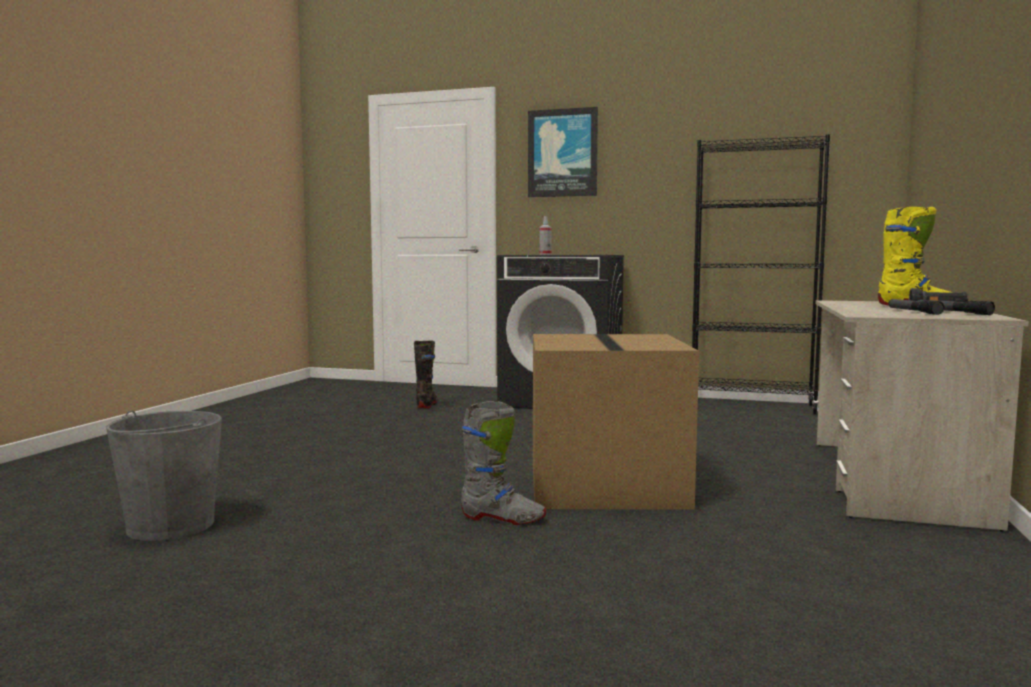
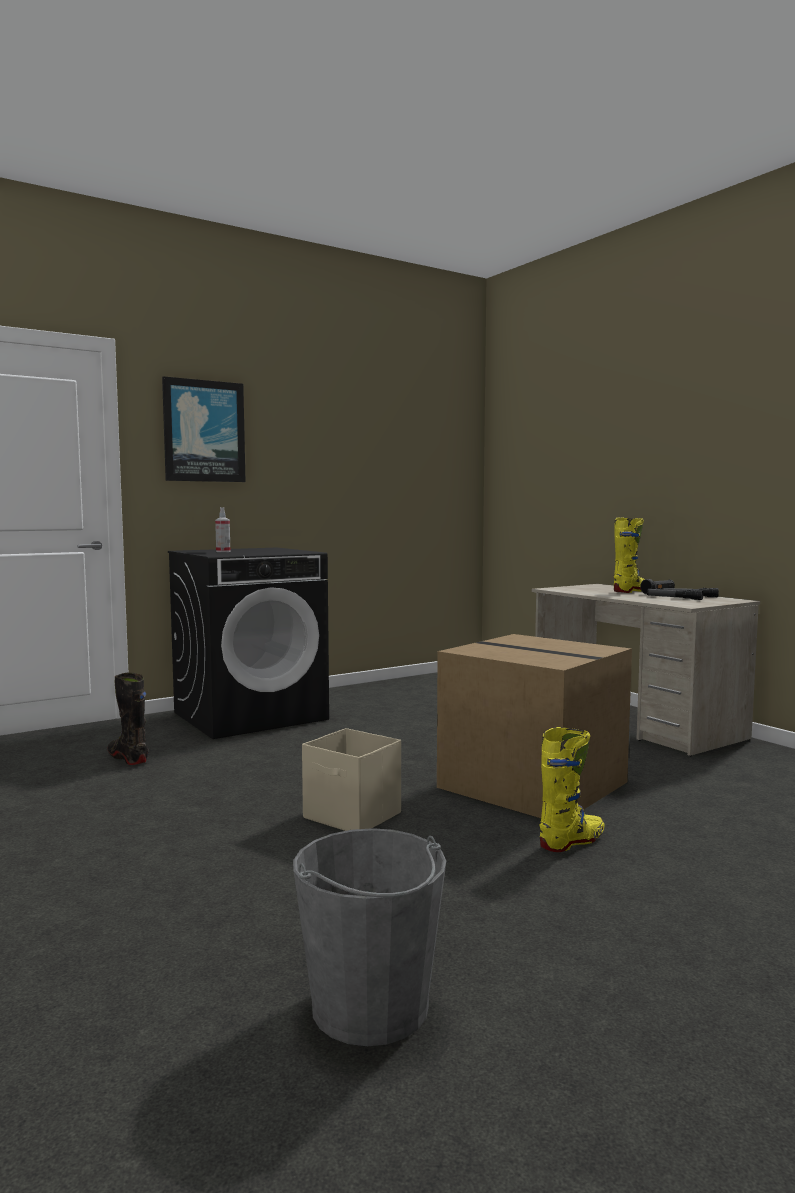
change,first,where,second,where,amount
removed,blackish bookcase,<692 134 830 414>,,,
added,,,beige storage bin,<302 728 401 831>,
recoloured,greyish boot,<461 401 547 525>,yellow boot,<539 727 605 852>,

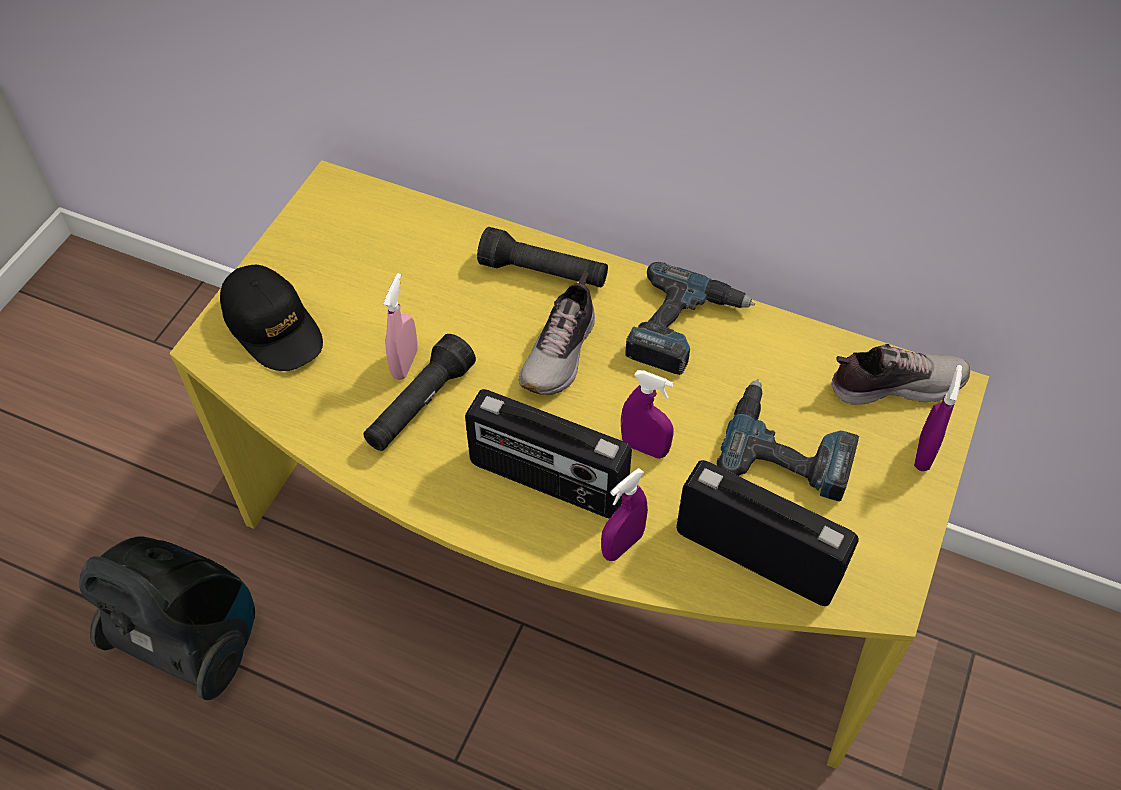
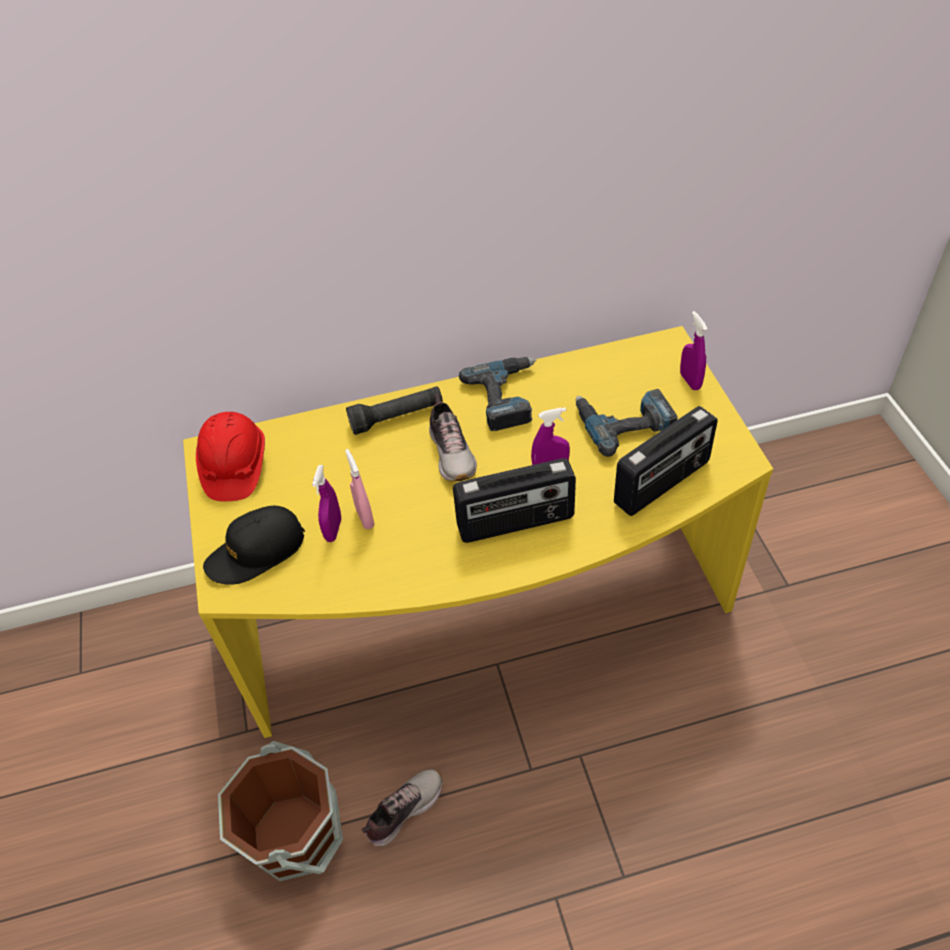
change,first,where,second,where,amount
removed,blackish flashlight,<364 334 476 451>,,,
added,,,reddish work helmet,<196 412 265 501>,
moved,purple-coloured hand sprayer,<601 468 648 561>,,<312 465 341 542>,
moved,item of footwear,<831 344 970 405>,,<362 769 443 846>,
replaced,hoover,<80 536 255 700>,brownish water bucket,<218 741 343 881>,
turned,blackish cap,<220 265 323 371>,,<203 505 305 585>,135 degrees clockwise
turned,radio,<676 460 859 606>,,<614 406 718 516>,150 degrees clockwise

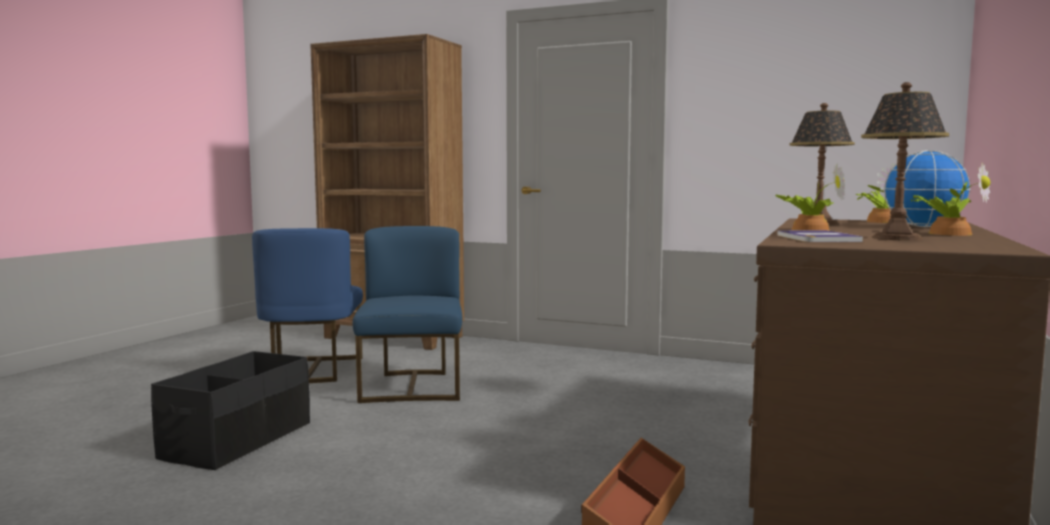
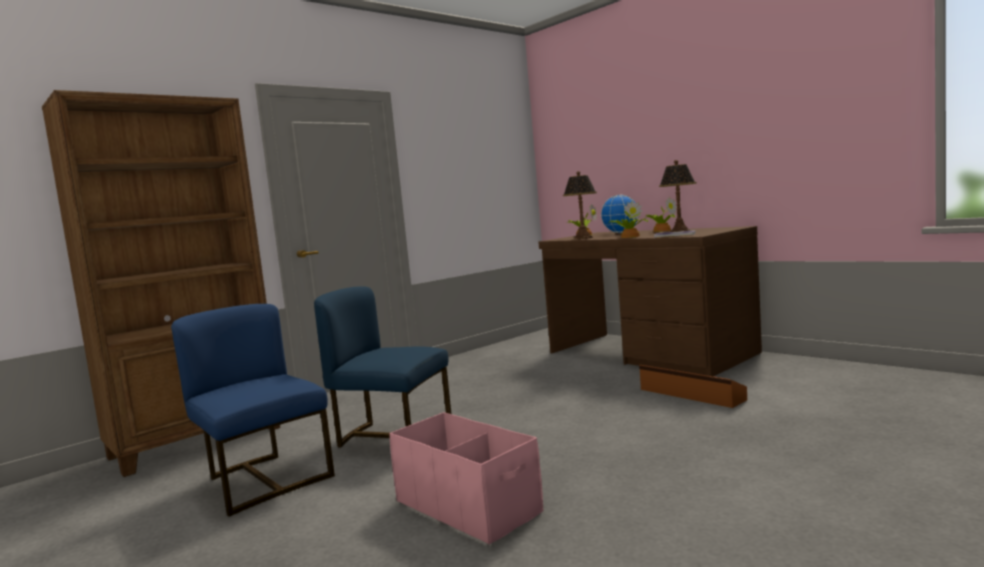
change,first,where,second,where,amount
recoloured,blackish storage bin,<151 351 310 470>,pinkish storage bin,<389 412 543 545>,
turned,bluish upright chair,<252 228 363 383>,,<171 304 335 517>,150 degrees counterclockwise

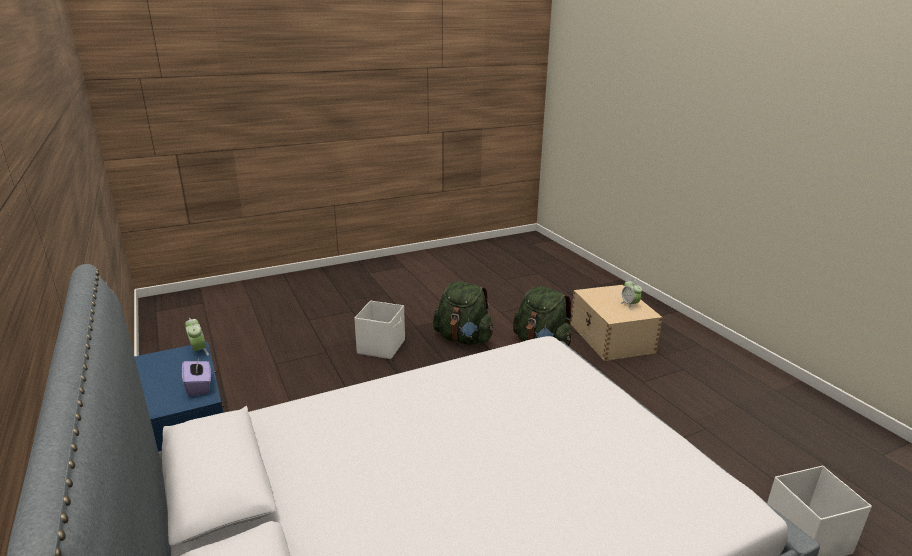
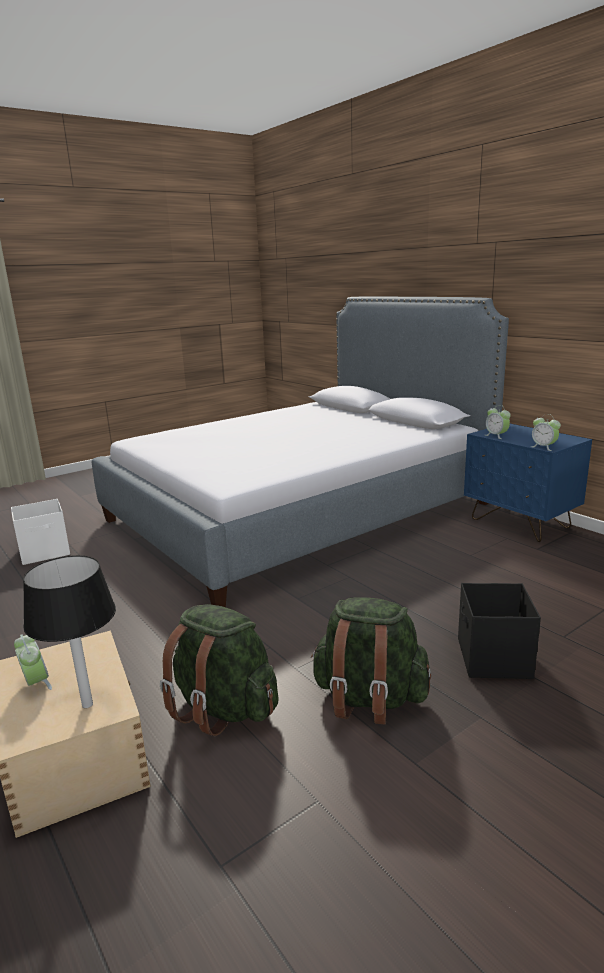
change,first,where,second,where,amount
added,,,blackish tabletop lamp,<23 555 116 708>,
replaced,purple-coloured box of tissues,<182 358 211 397>,bedside clock,<485 405 511 439>,
recoloured,whitish storage bin,<354 301 405 359>,blackish storage bin,<458 583 541 679>,

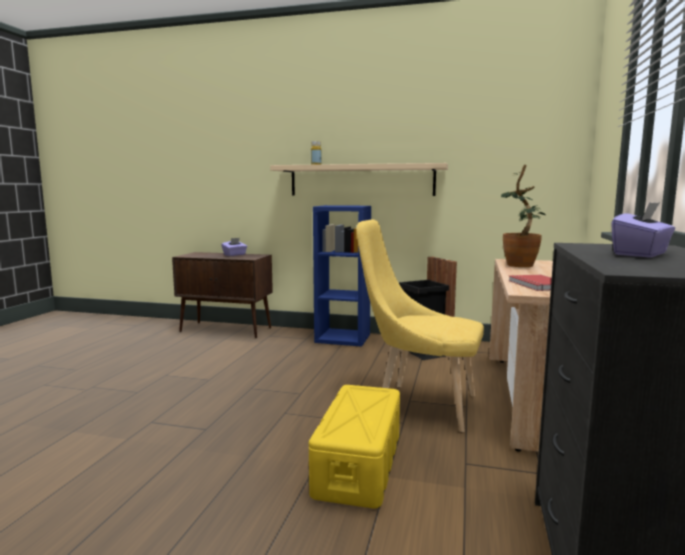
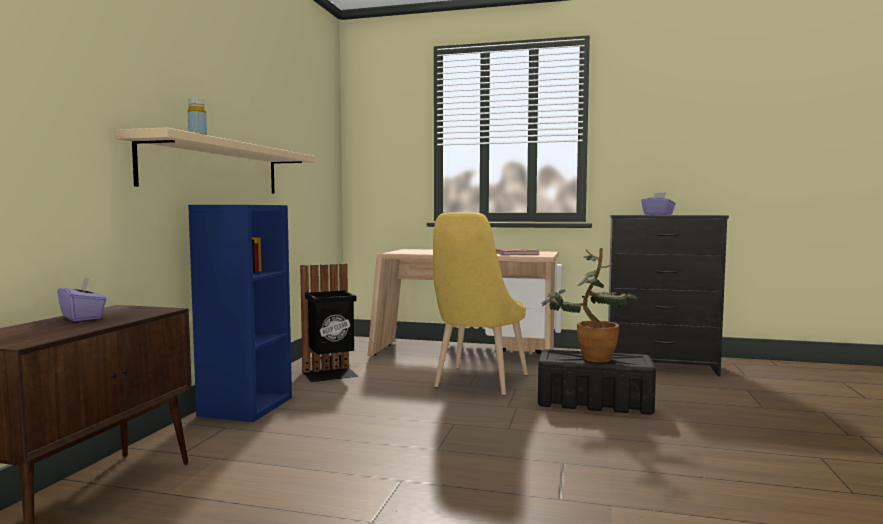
change,first,where,second,where,amount
moved,plant in a pot,<501 165 546 267>,,<541 248 637 363>,
recoloured,yellow storage bin,<309 385 400 509>,blackish storage bin,<538 349 656 415>,

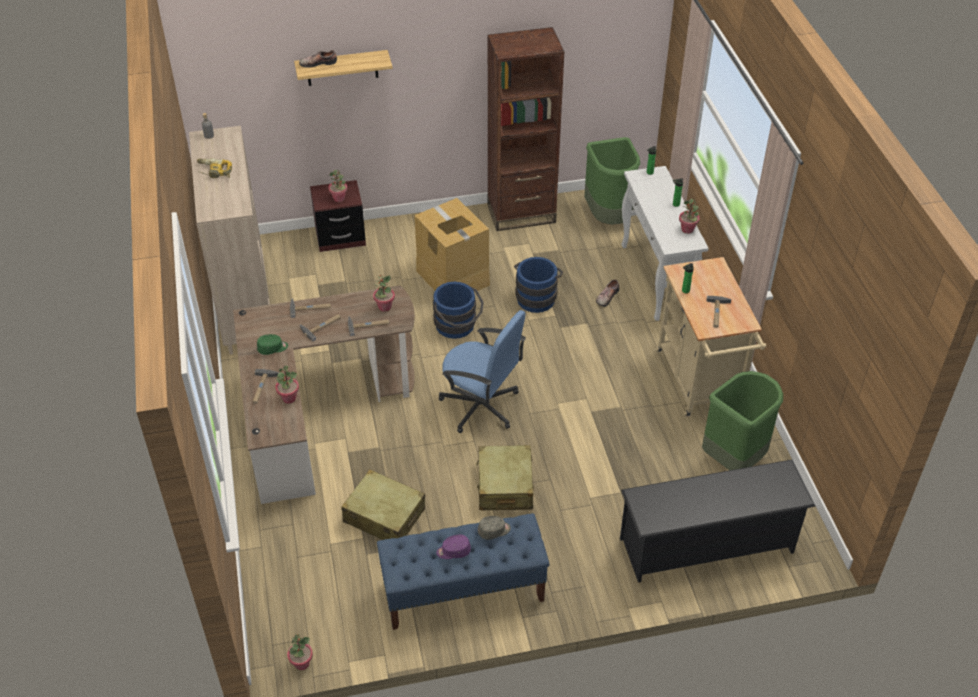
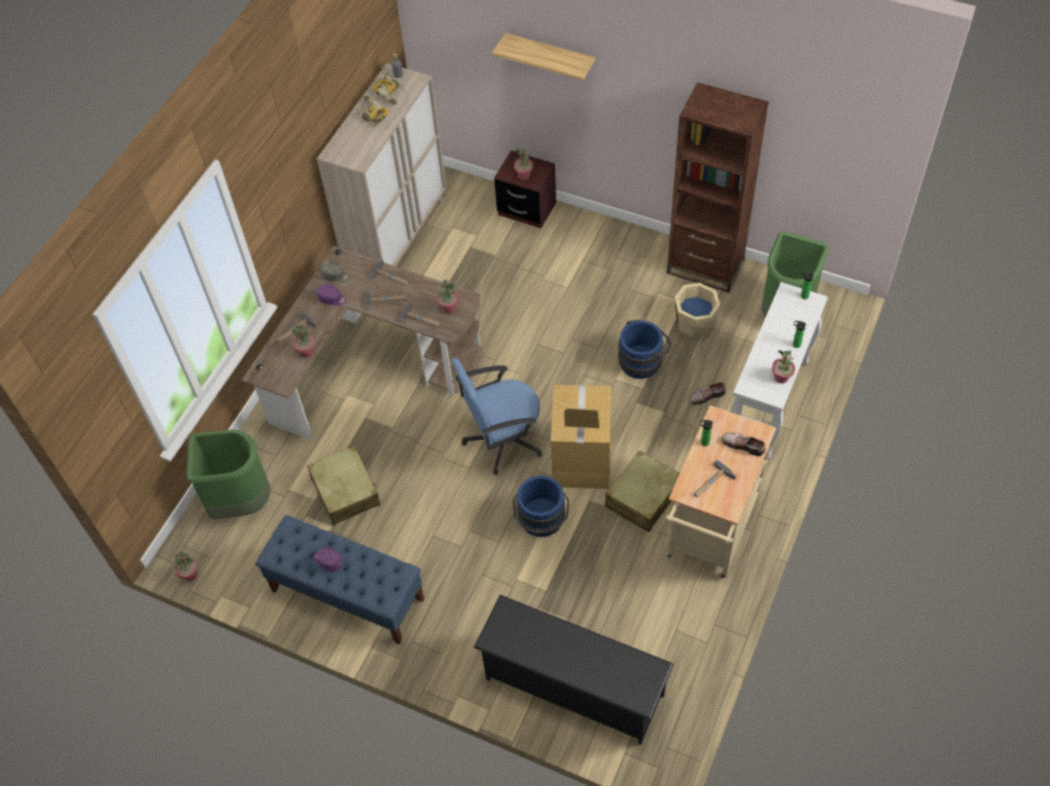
change,first,where,second,where,amount
added,,,electric drill,<372 73 405 105>,
added,,,beige water bucket,<675 282 720 337>,
moved,item of footwear,<299 50 337 68>,,<722 432 765 456>,
moved,carton,<414 198 490 292>,,<551 385 611 489>,
moved,bluish water bucket,<433 282 484 339>,,<512 475 569 537>,
moved,beige travel case,<476 445 534 510>,,<605 451 680 532>,
moved,greyish cap,<478 516 511 540>,,<321 261 350 282>,
moved,green-coloured rubbish bin,<702 371 783 470>,,<186 430 270 519>,
recoloured,green-coloured cap,<257 334 288 355>,purple-coloured cap,<317 284 347 306>,
turned,bluish office chair,<438 310 526 433>,,<451 358 542 475>,90 degrees clockwise

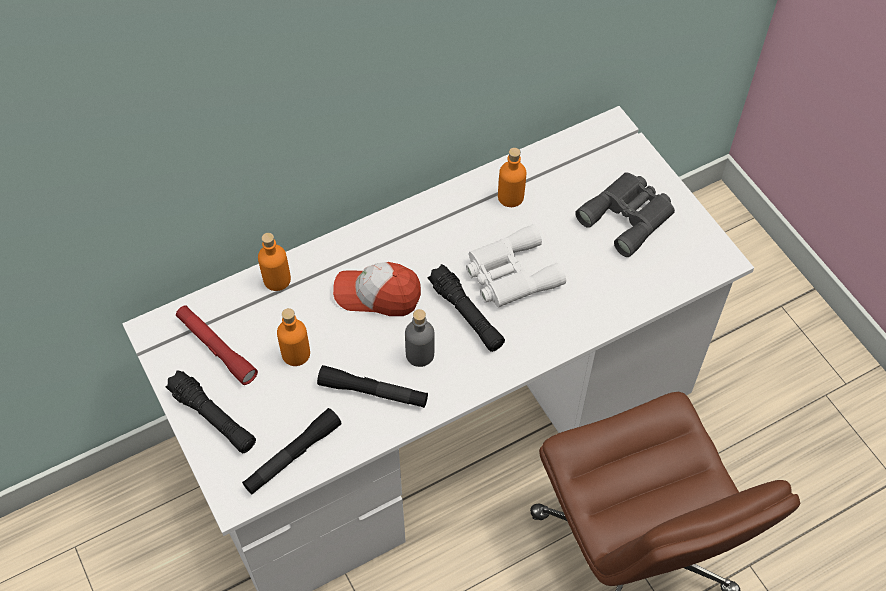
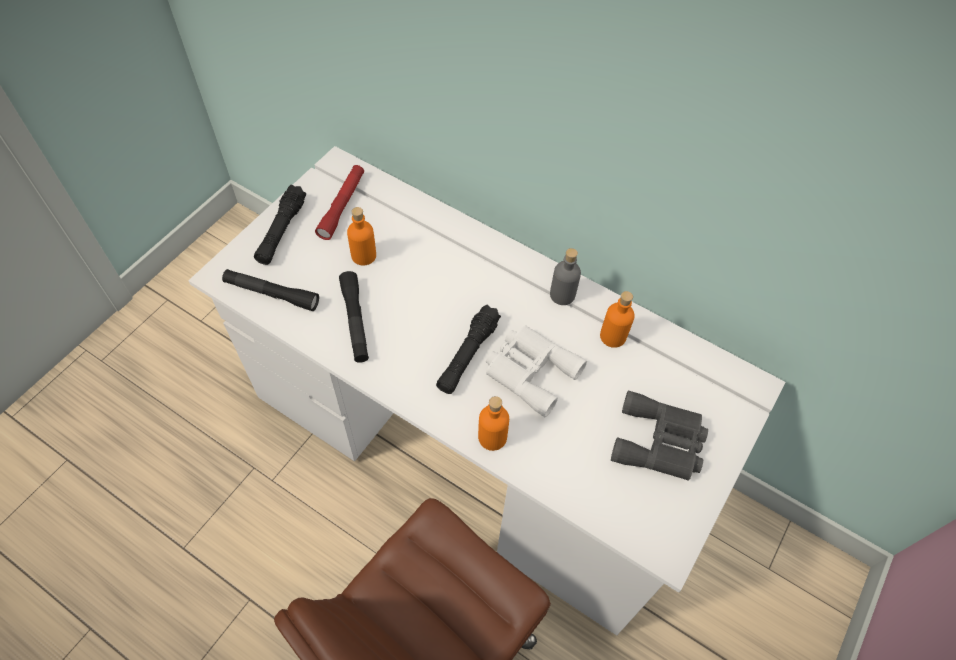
change,first,where,second,where,amount
removed,cap,<333 262 421 316>,,,
moved,orangey beverage bottle,<258 233 291 291>,,<478 396 509 451>,
moved,greyish beverage bottle,<405 309 435 367>,,<550 248 581 305>,

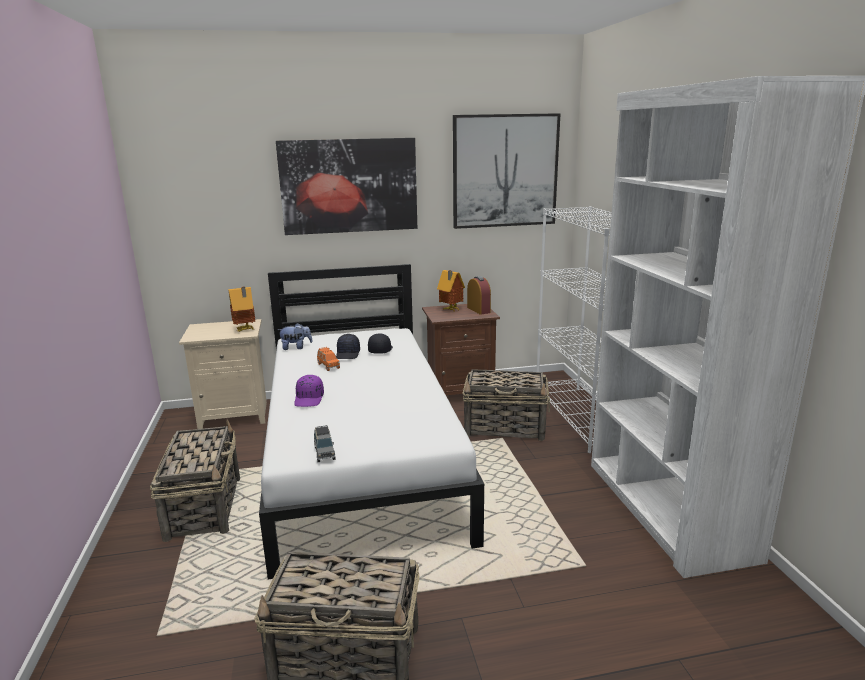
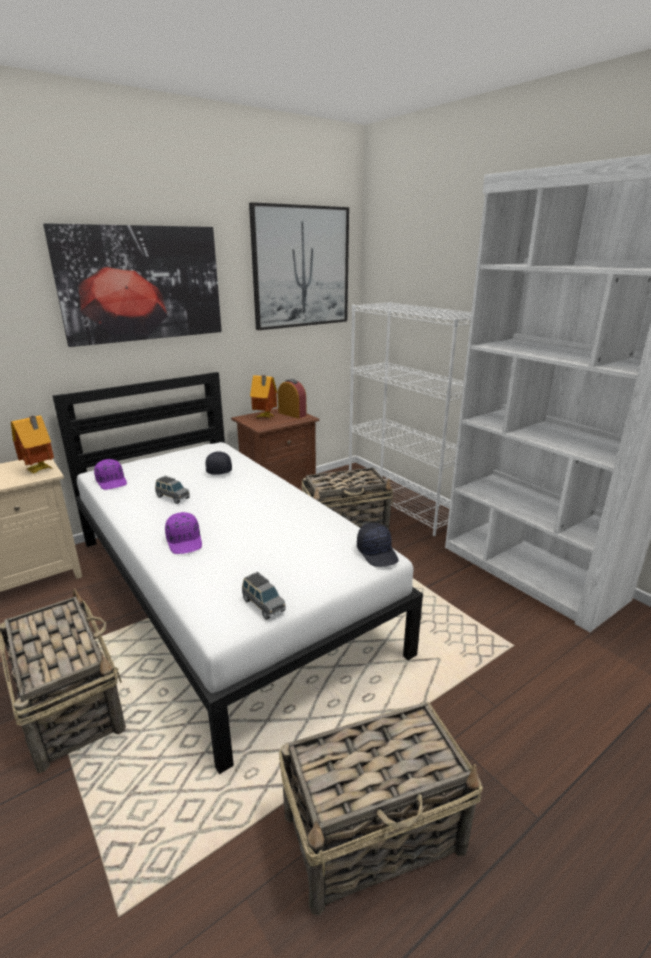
change,first,where,second,where,amount
moved,blackish cap,<336 334 360 359>,,<357 523 399 567>,
replaced,plush toy,<278 323 313 350>,purple-coloured cap,<94 459 127 490>,
recoloured,orangey model car,<317 347 340 371>,greyish model car,<155 476 190 504>,

